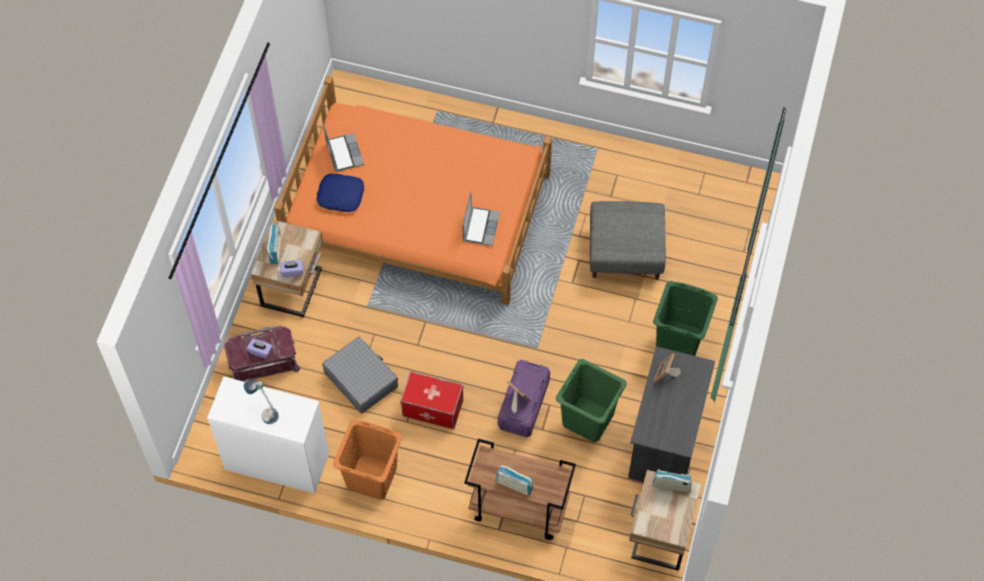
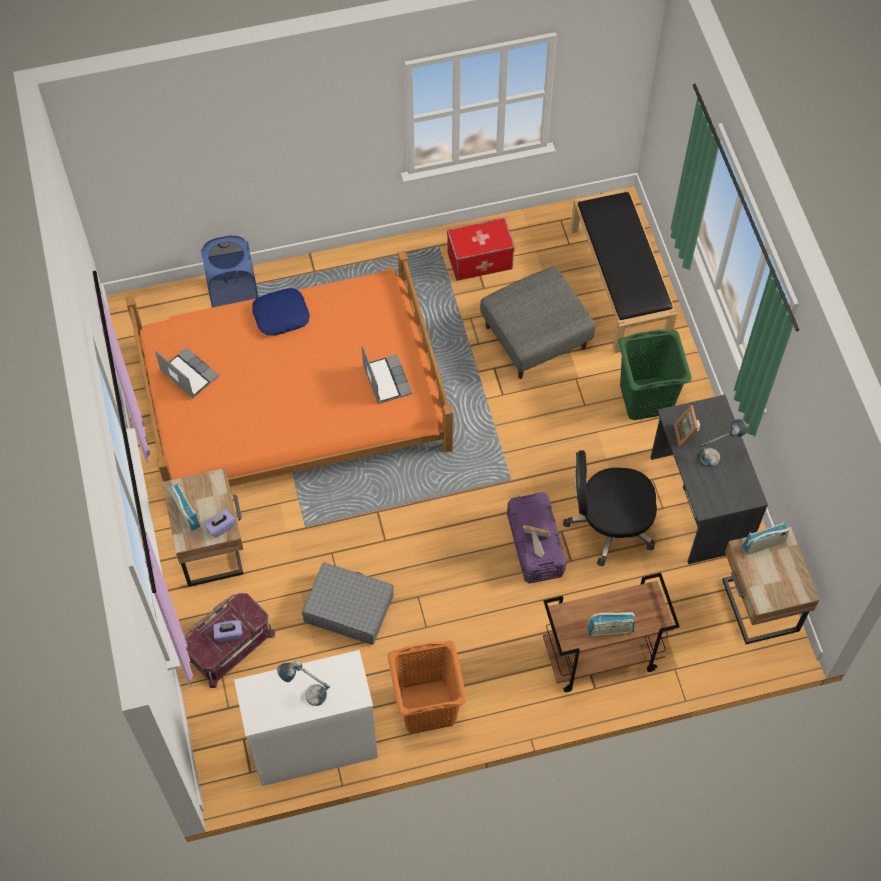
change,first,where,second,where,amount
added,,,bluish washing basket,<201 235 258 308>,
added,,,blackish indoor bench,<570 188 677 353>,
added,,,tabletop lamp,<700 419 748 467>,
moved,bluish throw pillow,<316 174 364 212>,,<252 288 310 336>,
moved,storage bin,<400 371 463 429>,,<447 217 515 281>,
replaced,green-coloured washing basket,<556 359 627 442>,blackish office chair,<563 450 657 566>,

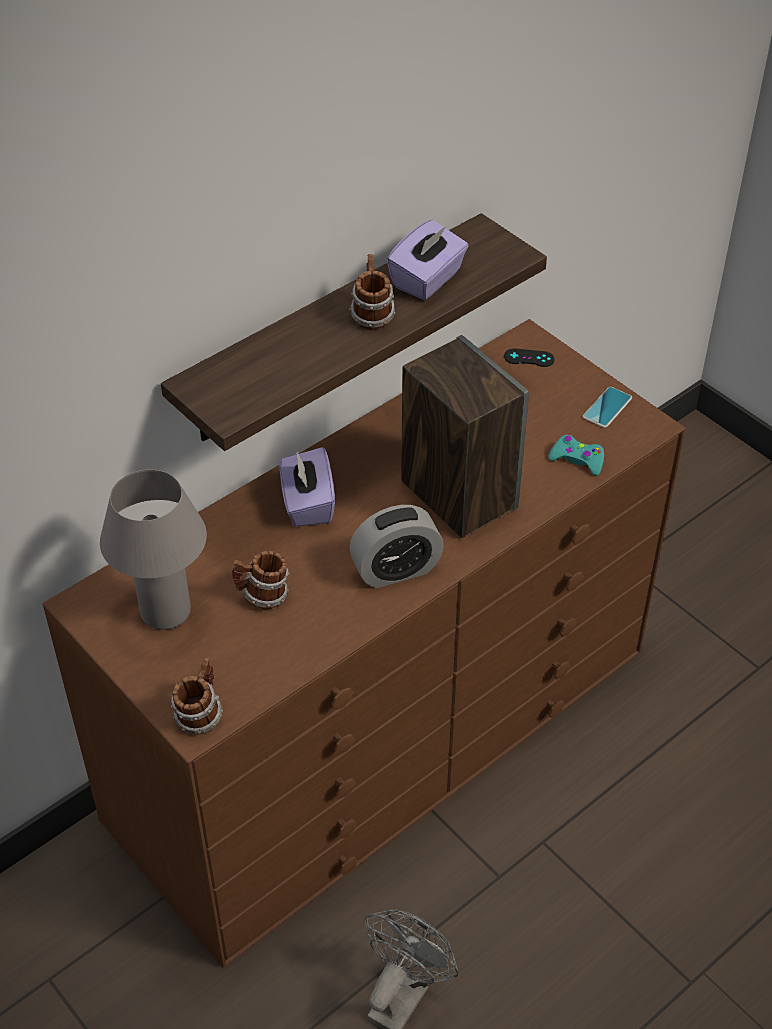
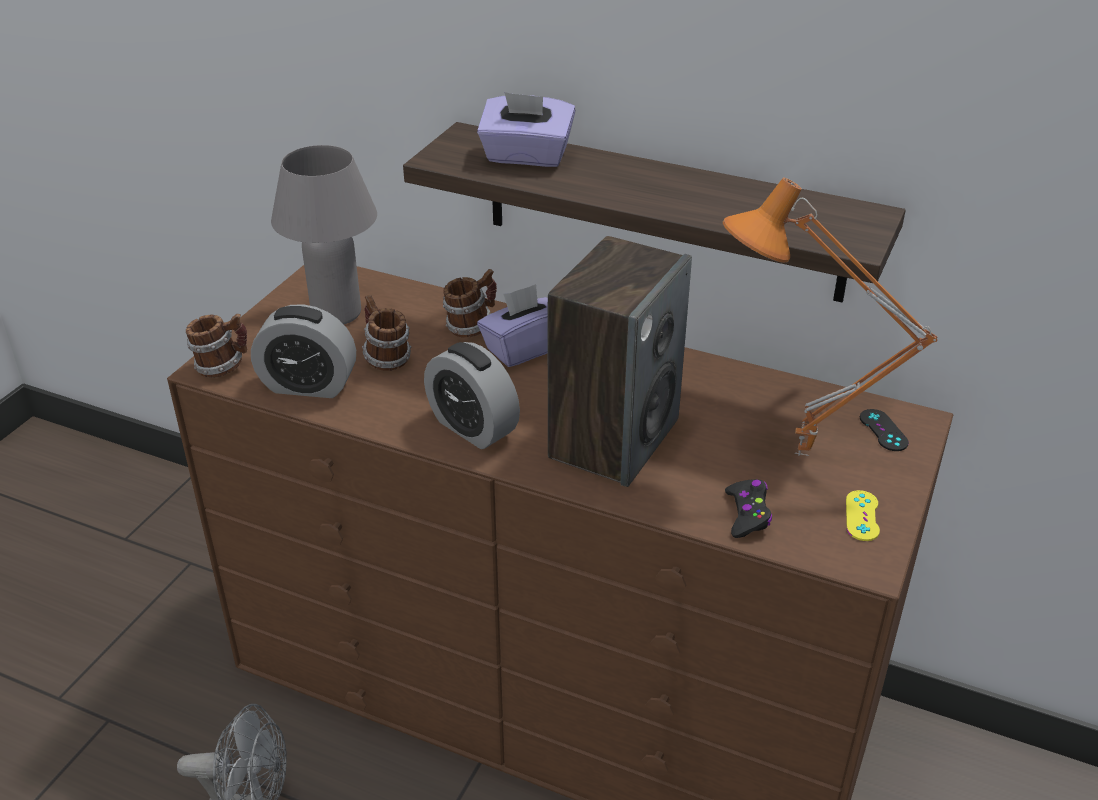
change,first,where,second,where,amount
added,,,bedside clock,<251 304 356 398>,
added,,,orangey tabletop lamp,<723 177 937 456>,
moved,tea mug,<349 254 395 329>,,<443 269 497 338>,
moved,purple-coloured box of tissues,<387 220 469 300>,,<477 92 576 167>,
replaced,phone,<583 387 632 428>,yellow gamepad,<846 490 880 541>,
recoloured,turquoise gamepad,<549 435 604 476>,blackish gamepad,<725 479 772 538>,

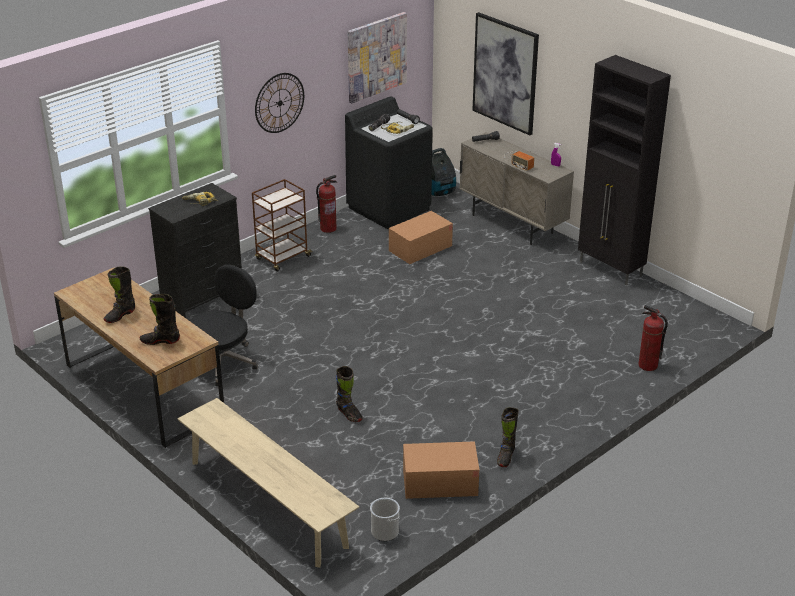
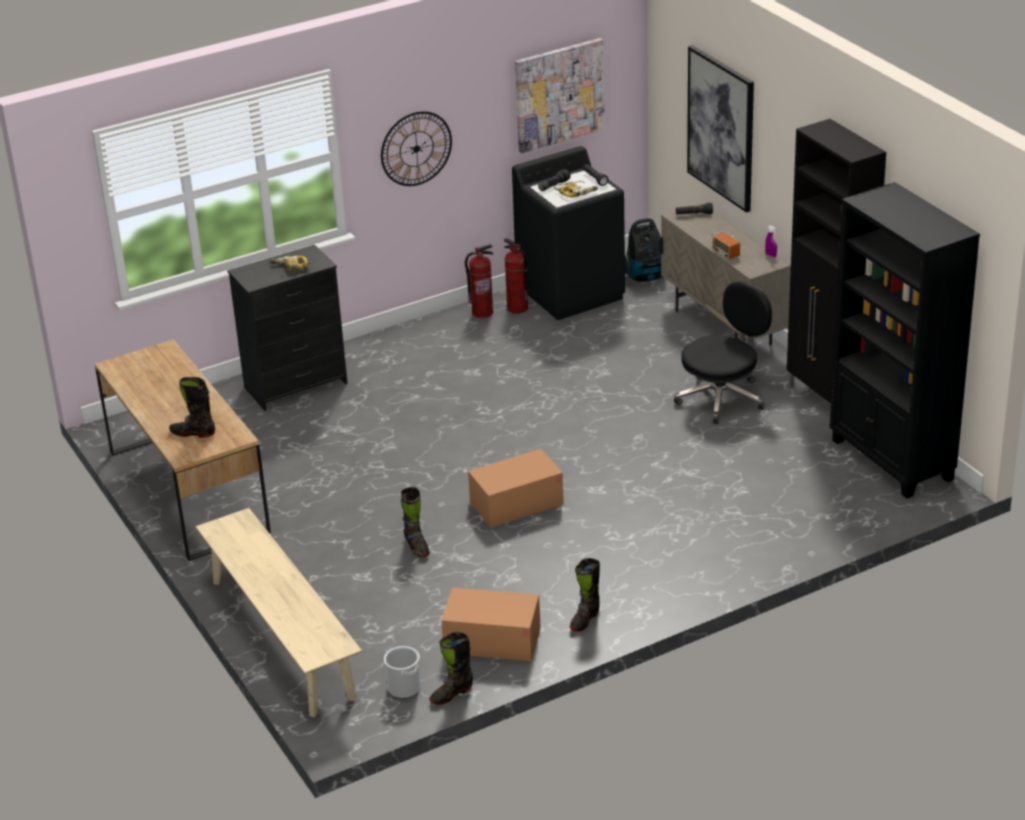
change,first,where,second,where,amount
removed,brownish wheeled cart,<252 179 313 271>,,,
added,,,blackish bookcase,<830 182 980 499>,
moved,blackish boot,<104 266 135 323>,,<429 632 473 705>,
moved,blackish office chair,<190 265 258 386>,,<674 281 772 424>,
moved,carton,<389 211 453 264>,,<468 449 564 528>,
moved,fire extinguisher,<638 305 668 371>,,<504 238 528 314>,

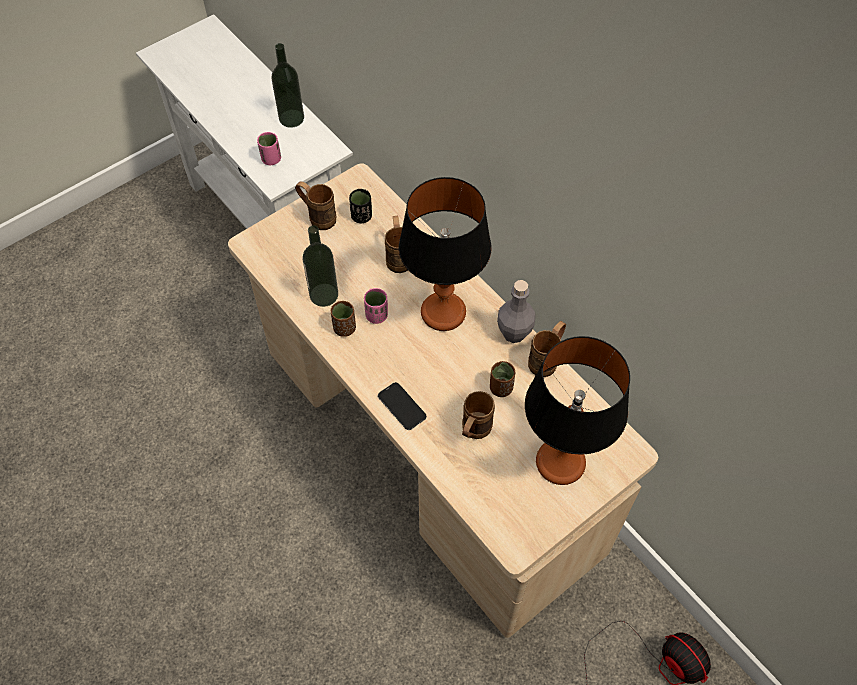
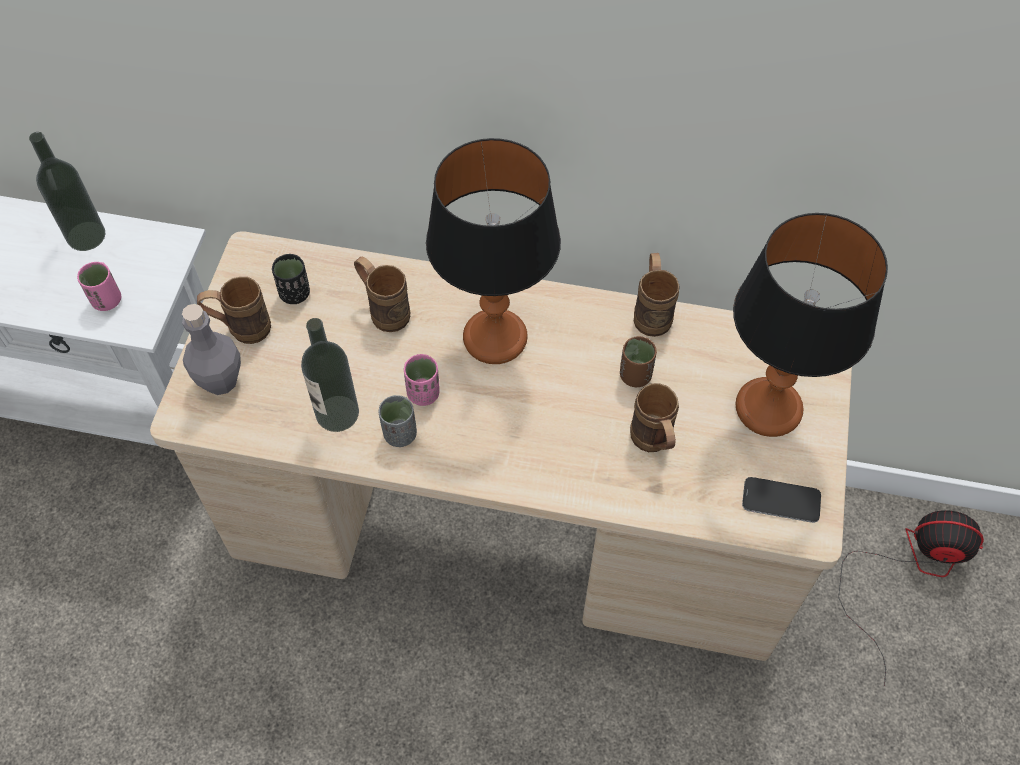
change,first,where,second,where,amount
moved,phone,<378 382 427 430>,,<742 477 821 523>,
moved,greyish beverage bottle,<497 280 536 343>,,<182 304 241 395>,
recoloured,brownish drinking cup,<331 301 356 337>,greyish drinking cup,<378 395 417 447>,

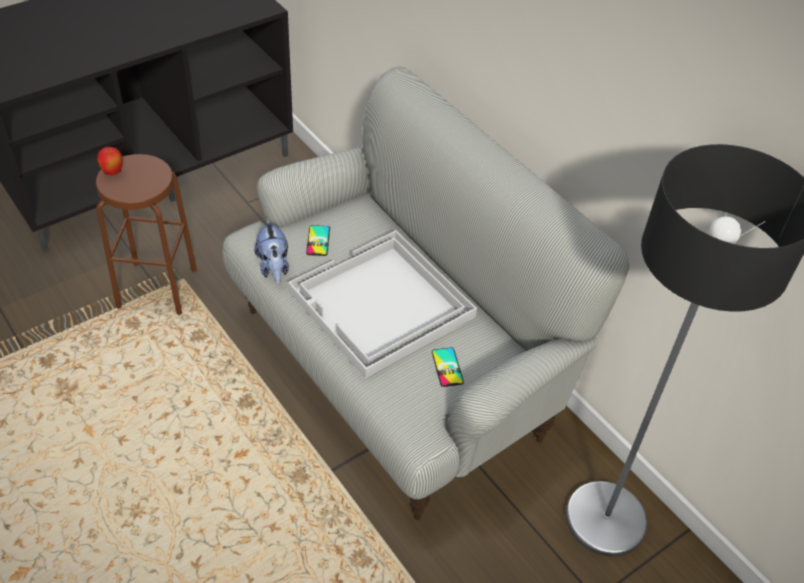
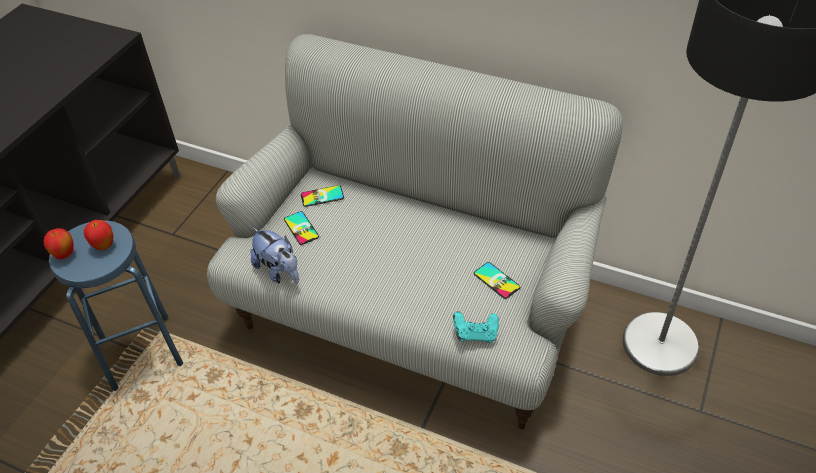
change,first,where,second,where,amount
removed,whitish serving tray,<288 230 477 378>,,,
added,,,apple fruit,<84 220 114 250>,
added,,,phone,<301 185 344 207>,
added,,,turquoise gamepad,<453 311 499 343>,
recoloured,brownish stool,<96 154 197 315>,bluish stool,<49 220 183 391>,

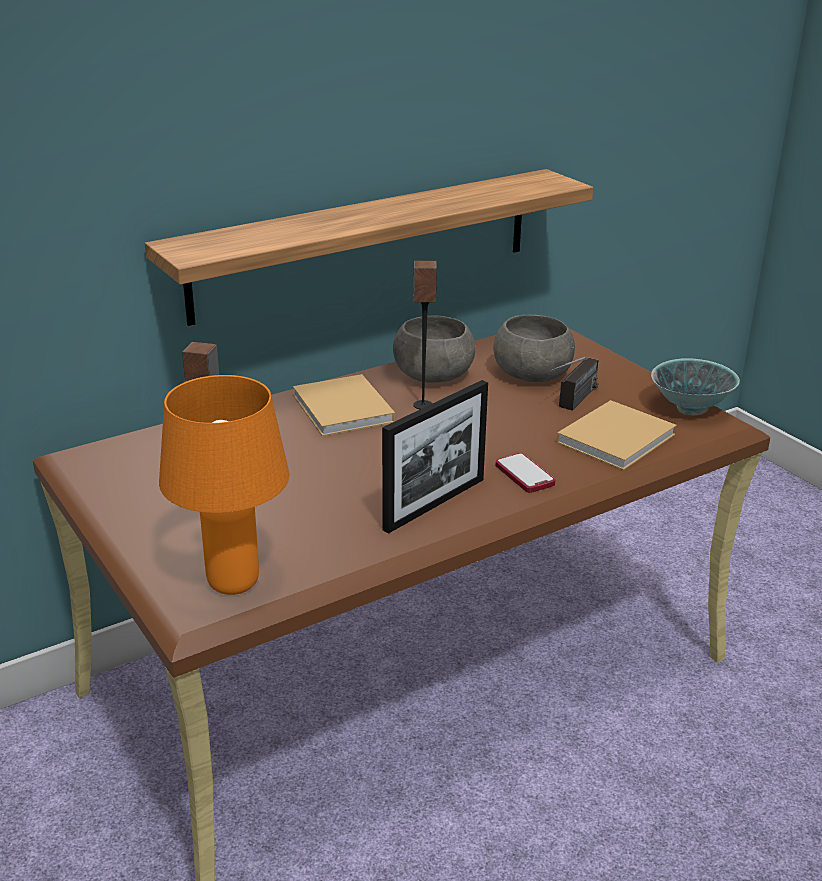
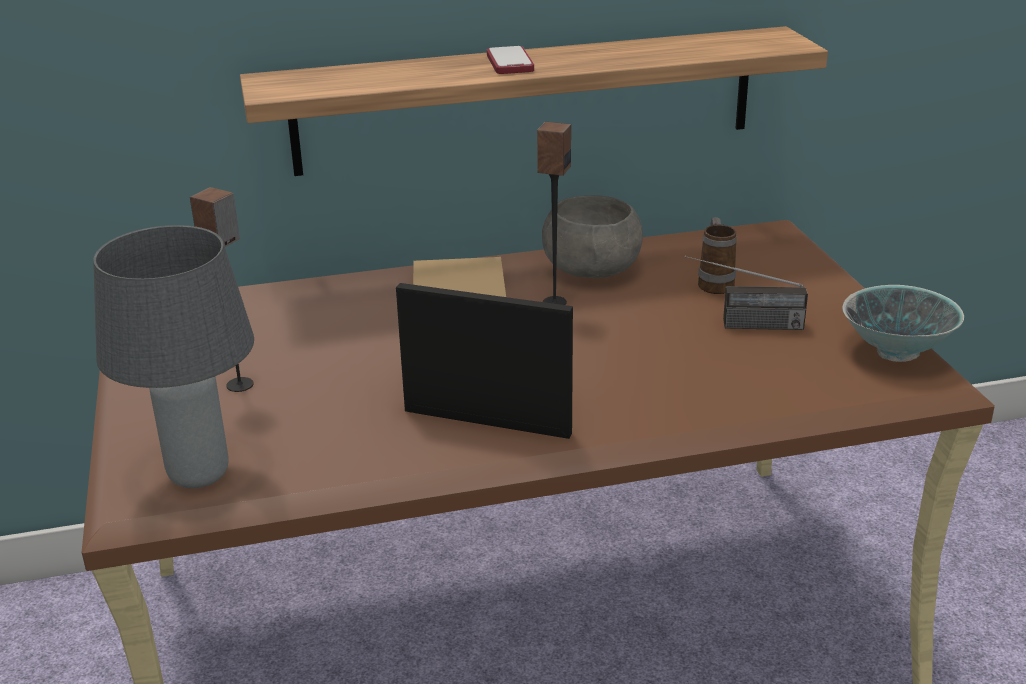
change,first,where,second,where,amount
removed,beige bound book,<556 400 677 471>,,,
moved,phone,<496 453 555 493>,,<487 46 534 74>,
replaced,greyish deep dish,<493 315 575 382>,tea mug,<698 217 737 294>,
recoloured,orangey tabletop lamp,<159 375 289 595>,greyish tabletop lamp,<93 225 254 488>,
turned,standing frame,<382 380 488 534>,,<396 283 573 439>,135 degrees counterclockwise
turned,radio,<550 357 598 411>,,<684 256 808 330>,45 degrees clockwise

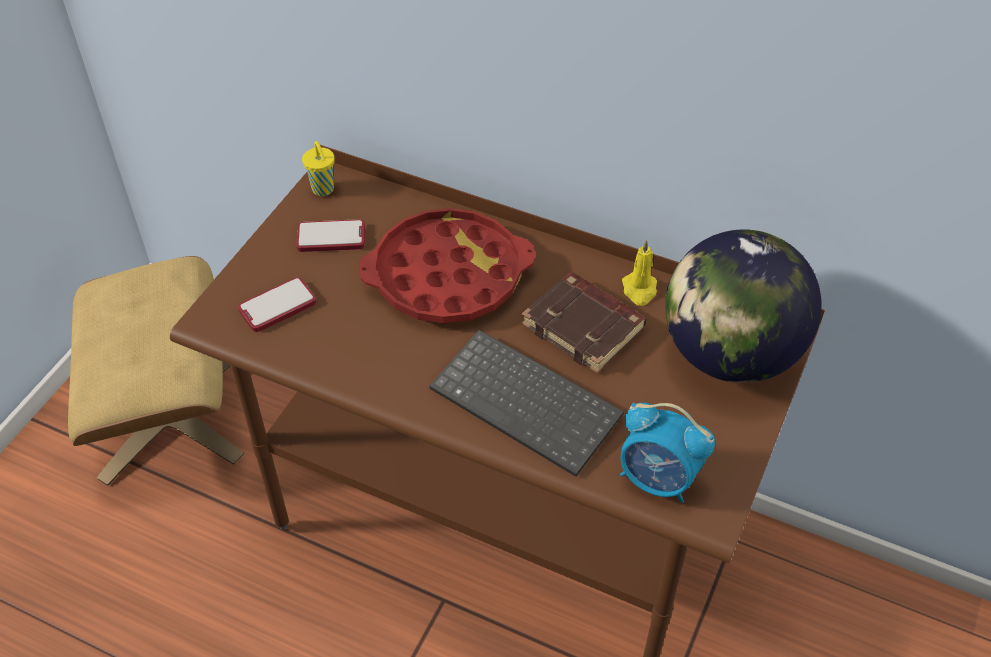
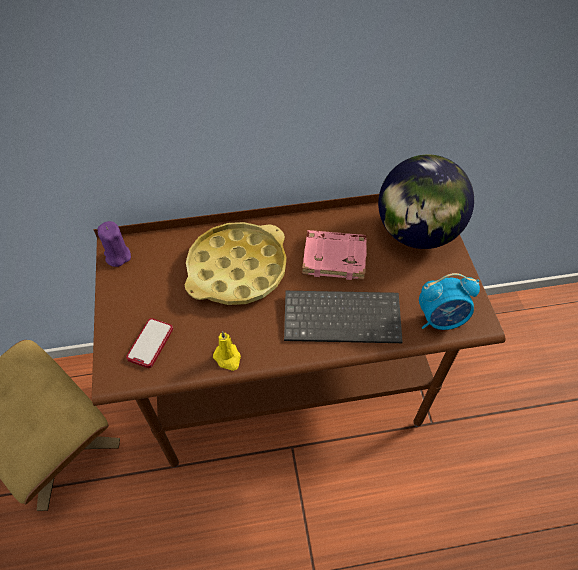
change,first,where,second,where,amount
removed,phone,<296 219 365 252>,,,
moved,yellow wax candle,<622 240 657 306>,,<213 331 241 371>,
replaced,yellow drinking cup,<302 141 335 196>,purple-coloured wax candle,<97 221 131 267>,
recoloured,reddish serving tray,<359 208 535 323>,yellow serving tray,<185 222 286 305>,
recoloured,brownish bound book,<522 272 647 373>,pinkish bound book,<302 230 367 280>,

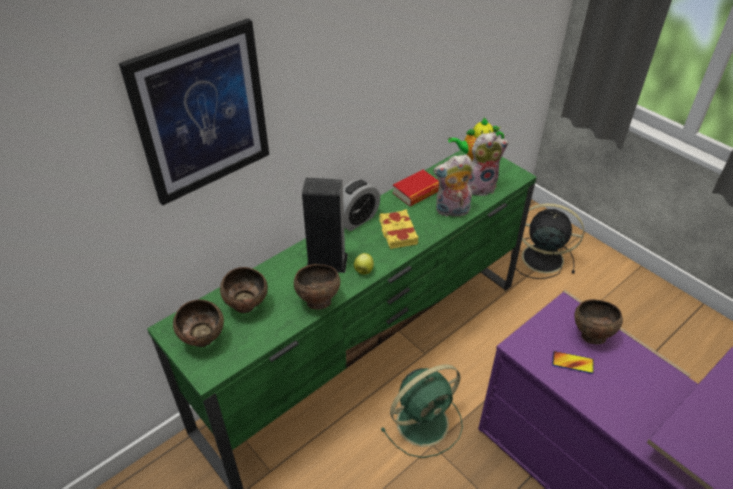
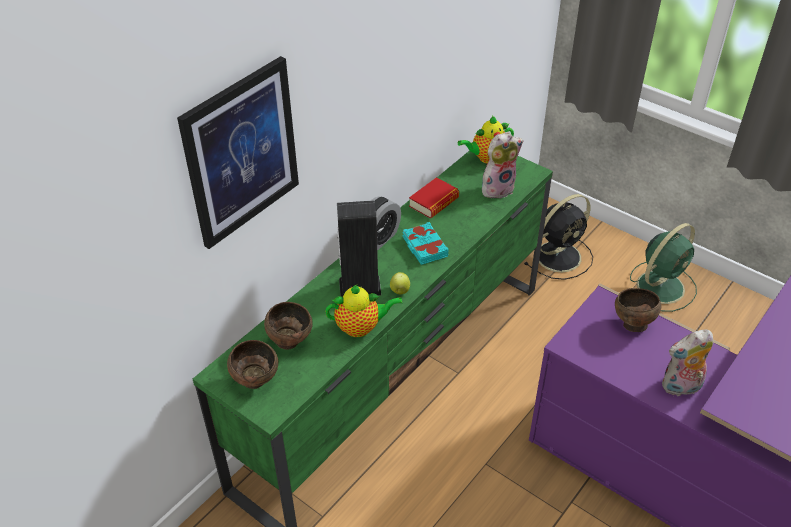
change,first,where,second,where,amount
removed,phone,<552 351 594 374>,,,
moved,green-coloured fan,<381 364 463 458>,,<630 223 697 312>,
moved,plush toy,<433 154 474 217>,,<662 329 713 397>,
replaced,brownish deep dish,<294 264 340 310>,tea pot,<325 285 402 337>,
recoloured,yellow bound book,<379 209 418 249>,turquoise bound book,<403 222 449 265>,
turned,blackish fan,<511 203 584 279>,,<525 194 593 280>,135 degrees clockwise

